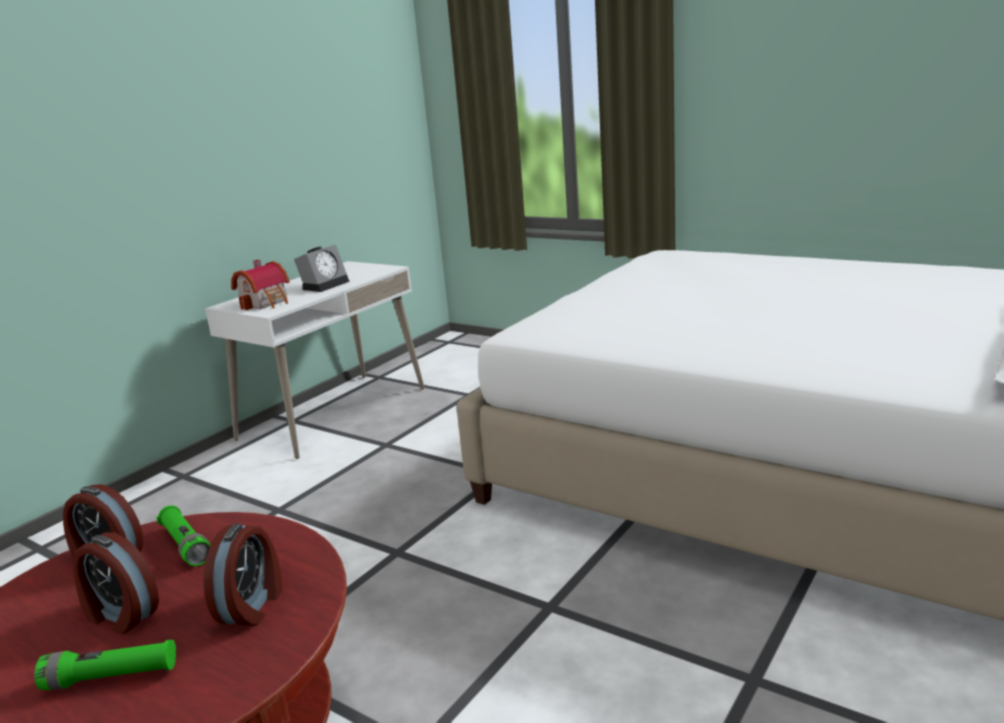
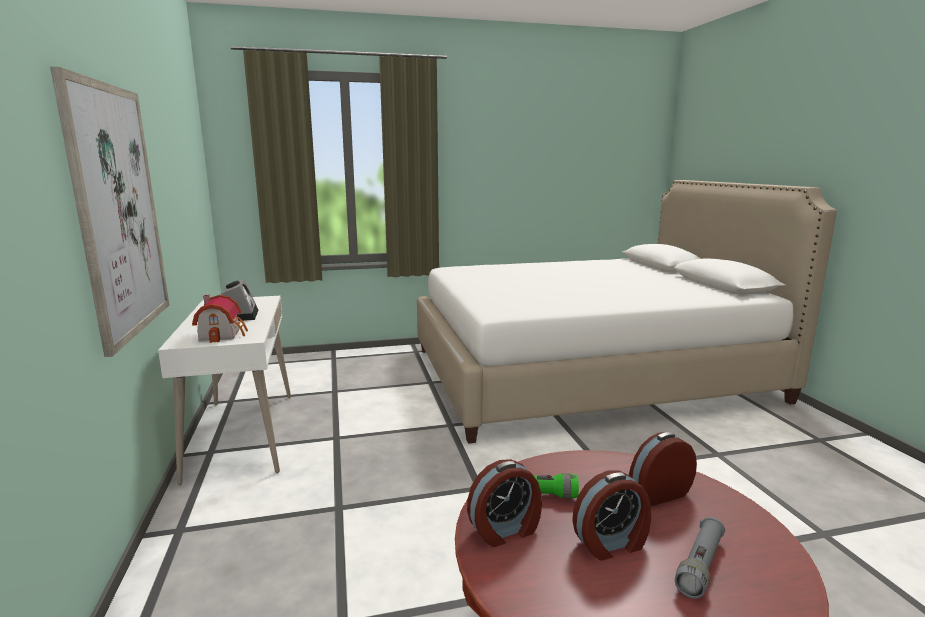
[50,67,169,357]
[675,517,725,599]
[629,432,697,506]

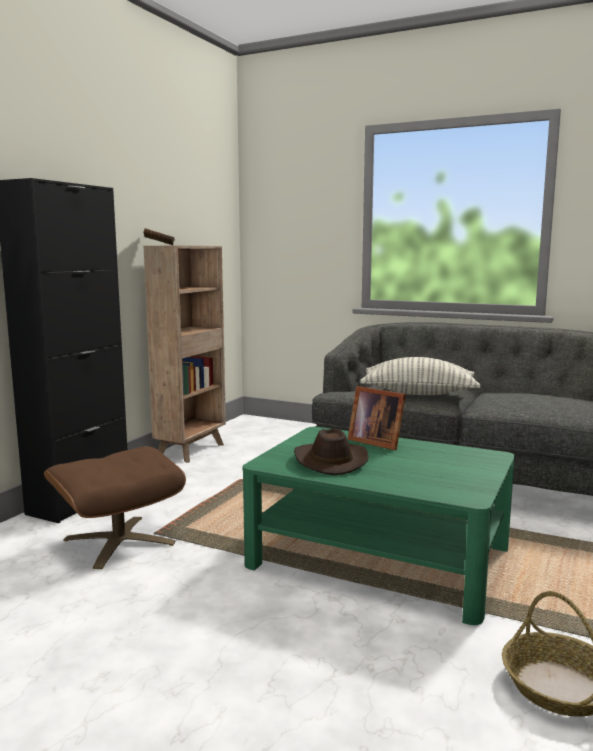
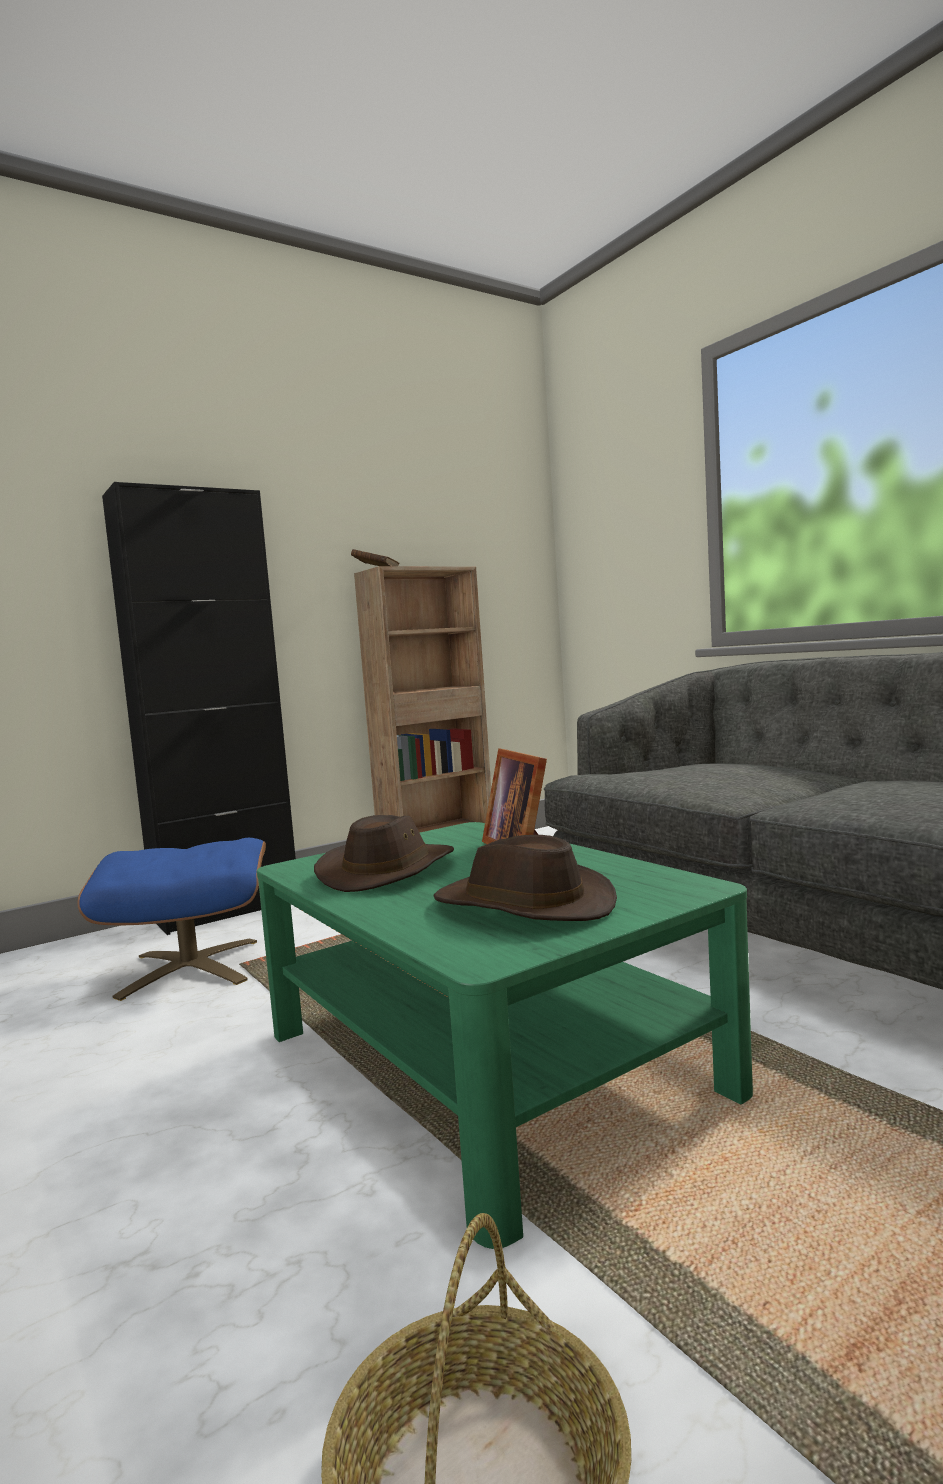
[360,357,481,395] (first image)
[433,835,617,921]
[77,838,266,1001]

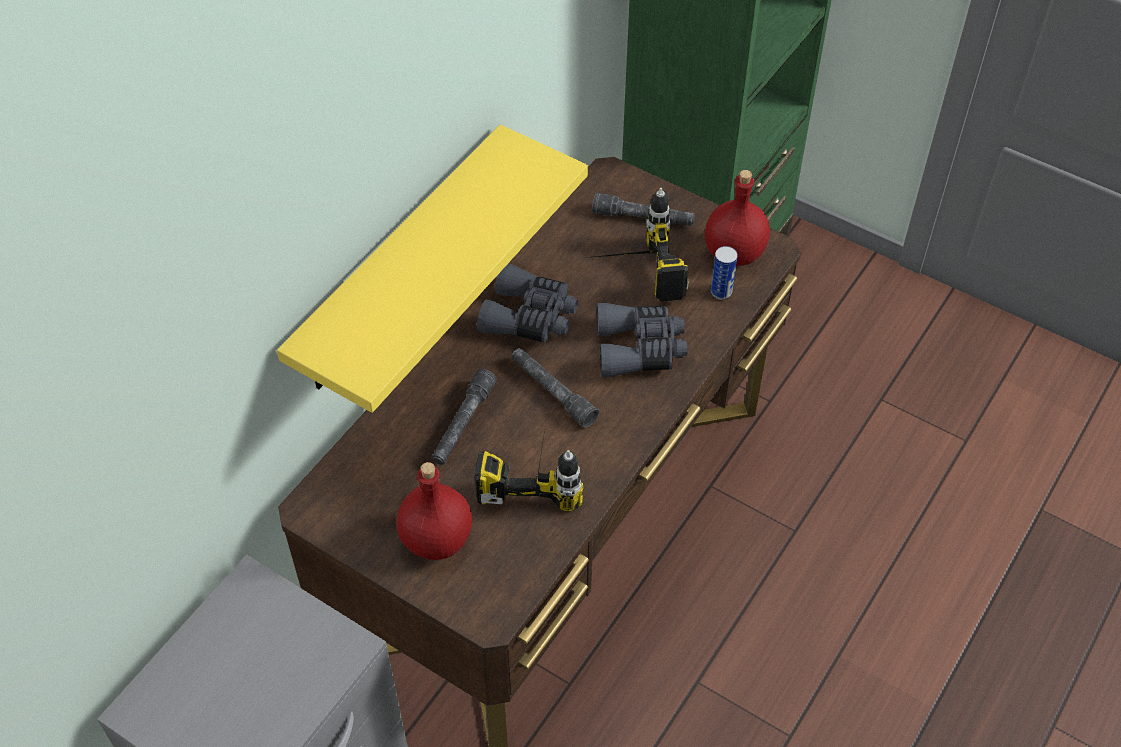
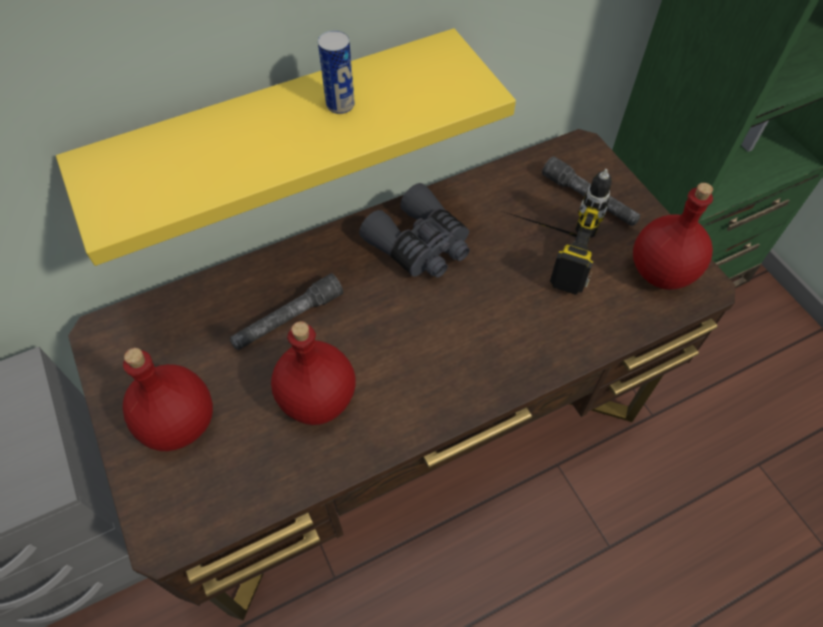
[511,348,599,428] (first image)
[597,303,687,378] (first image)
[318,30,355,114]
[271,321,356,425]

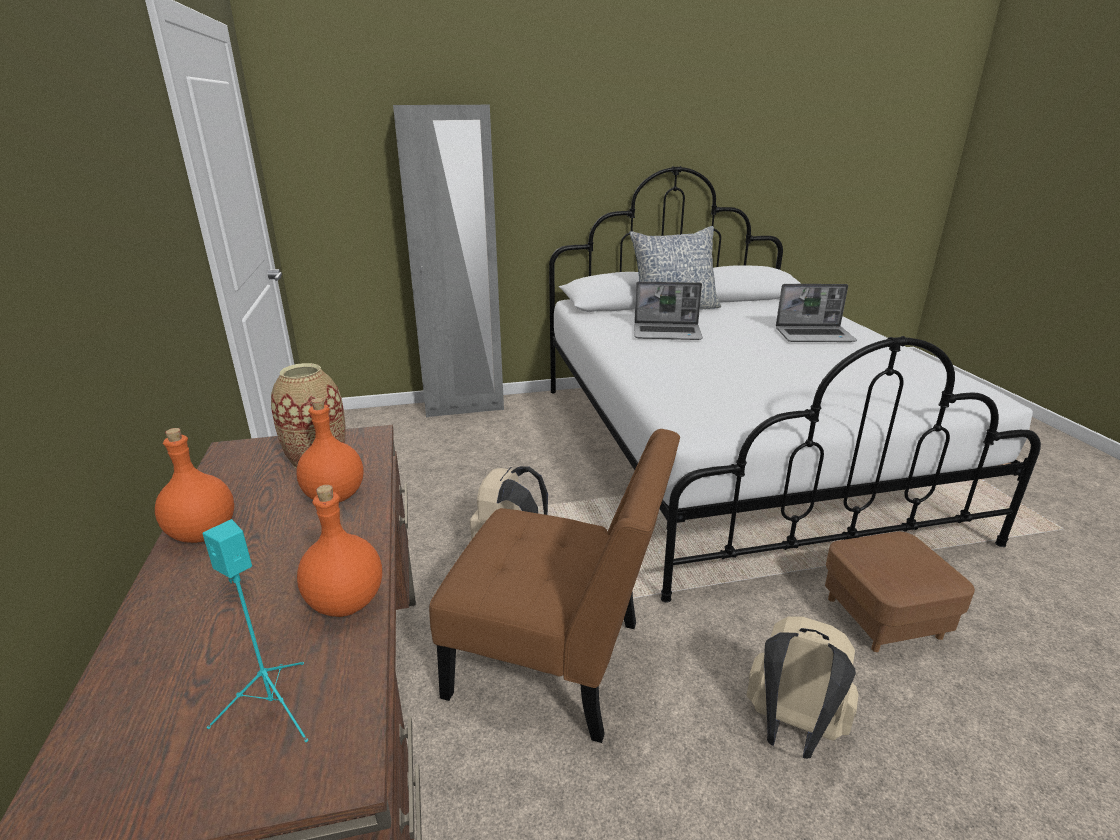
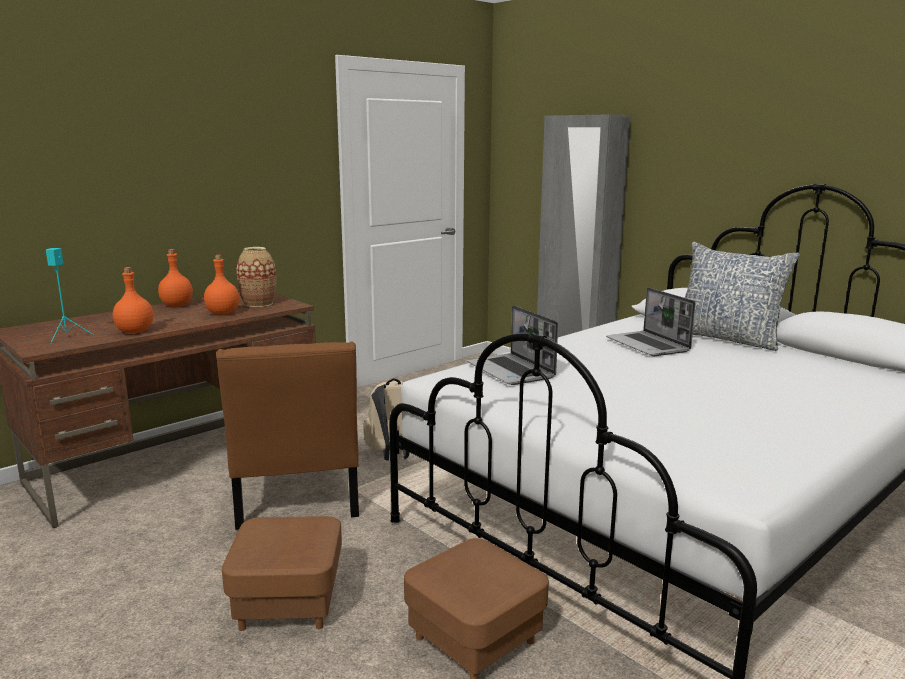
[467,305,558,385]
[222,516,342,631]

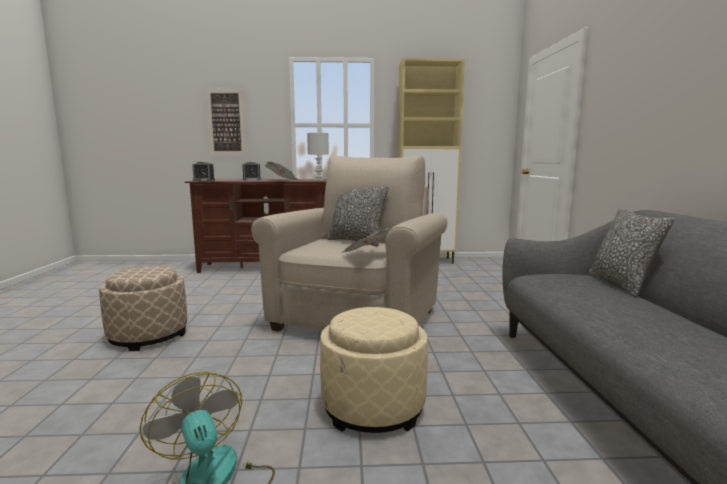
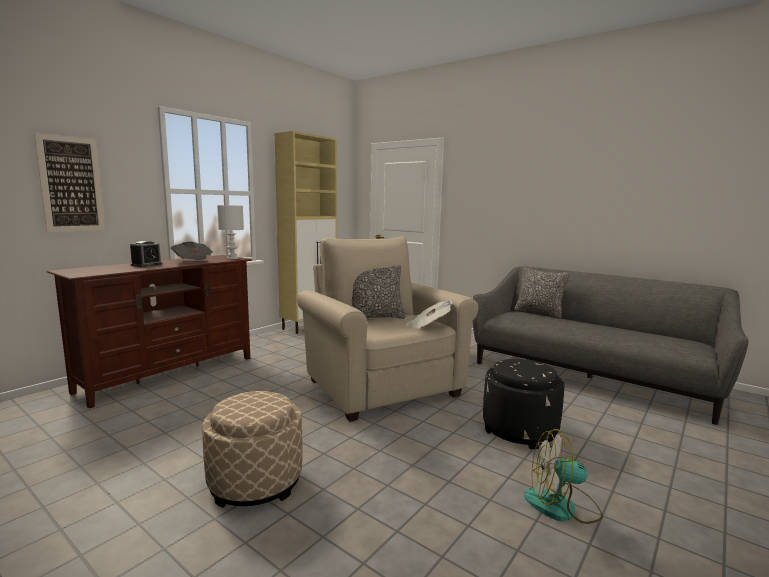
[192,162,215,181] (first image)
[483,359,565,449]

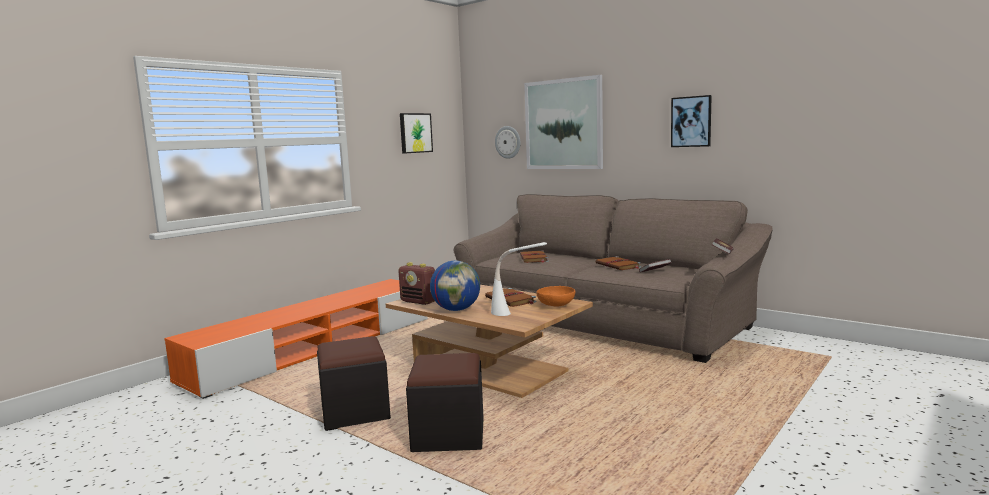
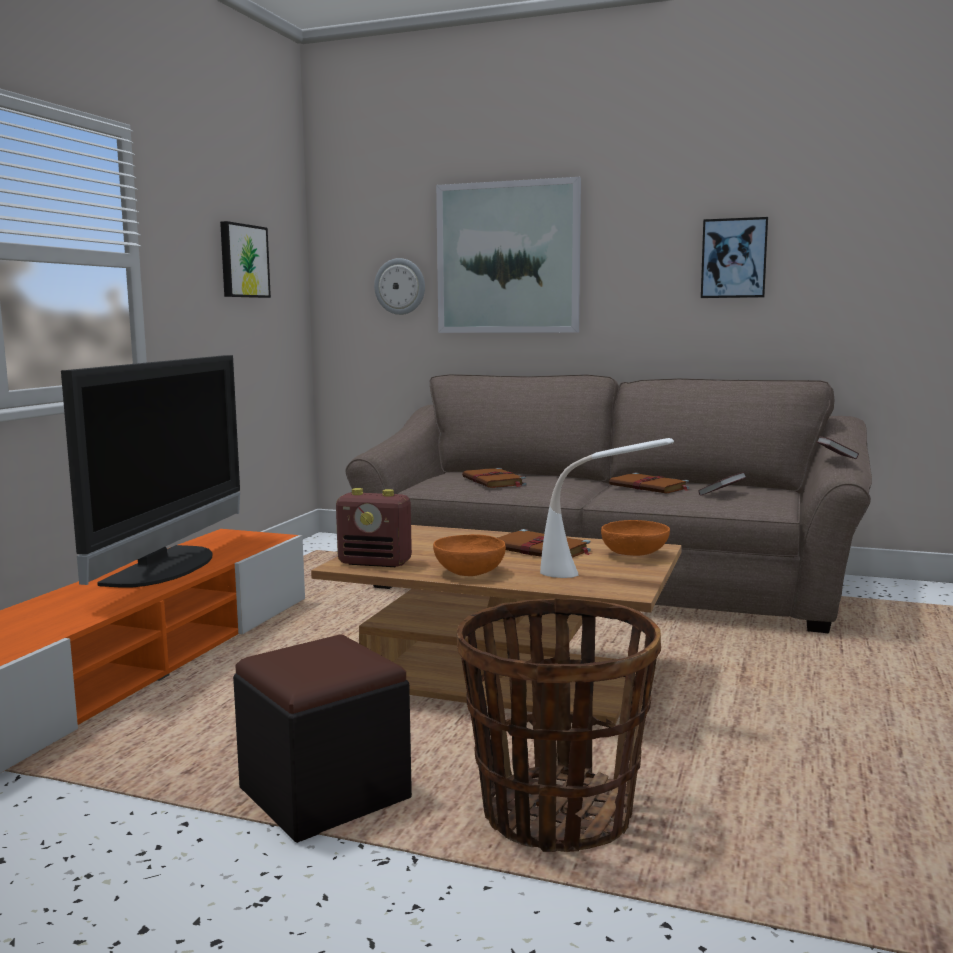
[61,355,240,588]
[457,598,661,852]
[433,534,506,576]

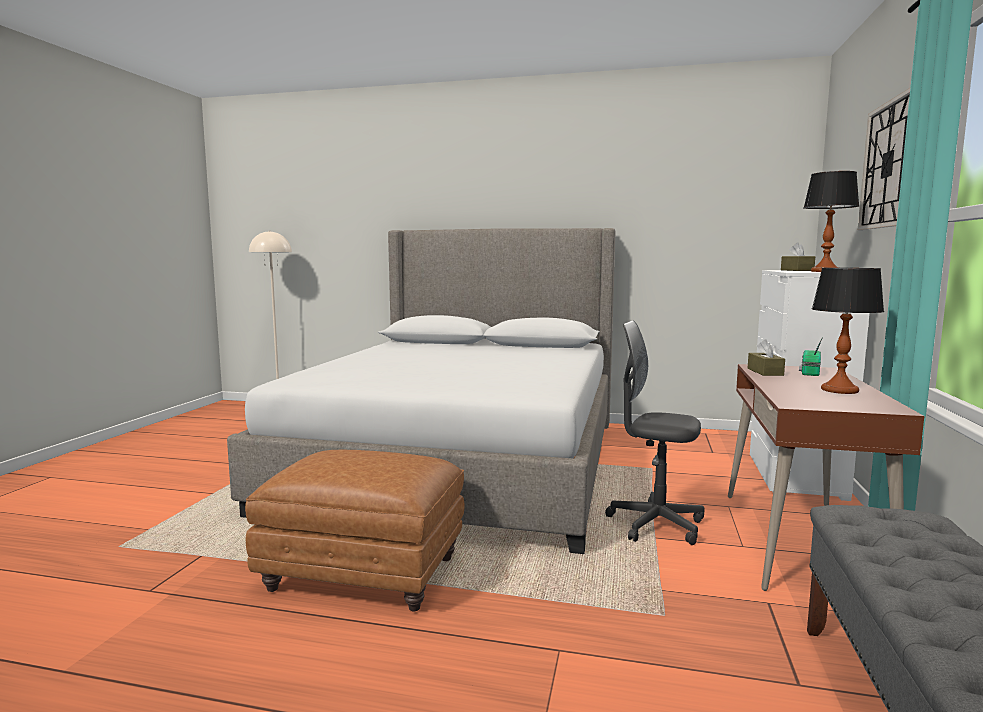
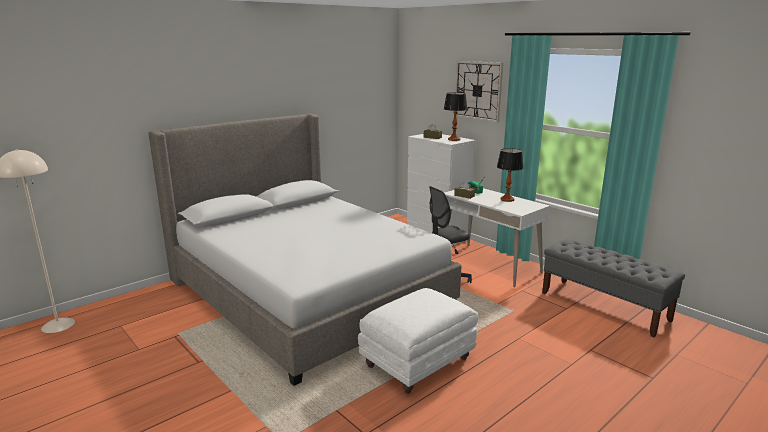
[358,288,479,394]
[444,188,550,287]

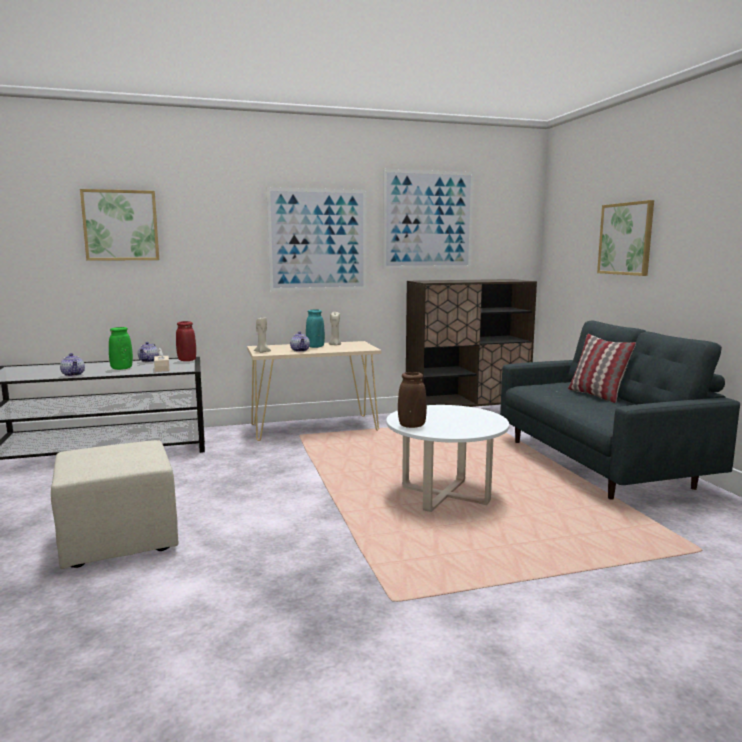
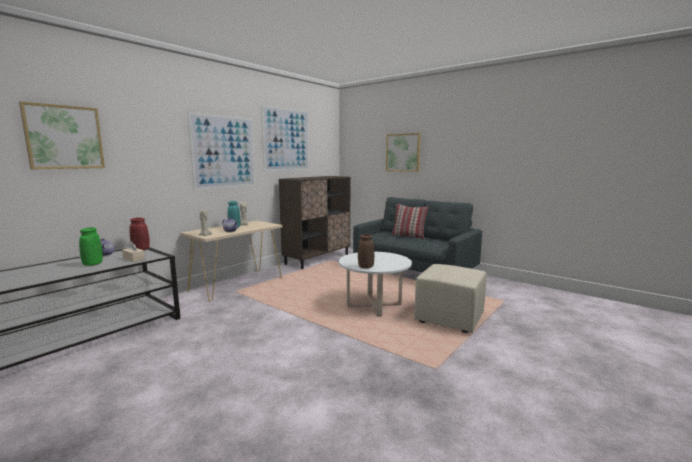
[60,353,85,377] (first image)
[414,264,486,333]

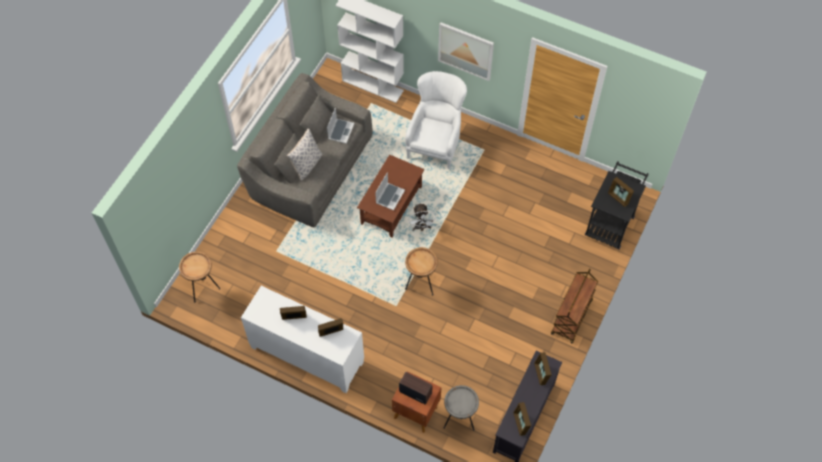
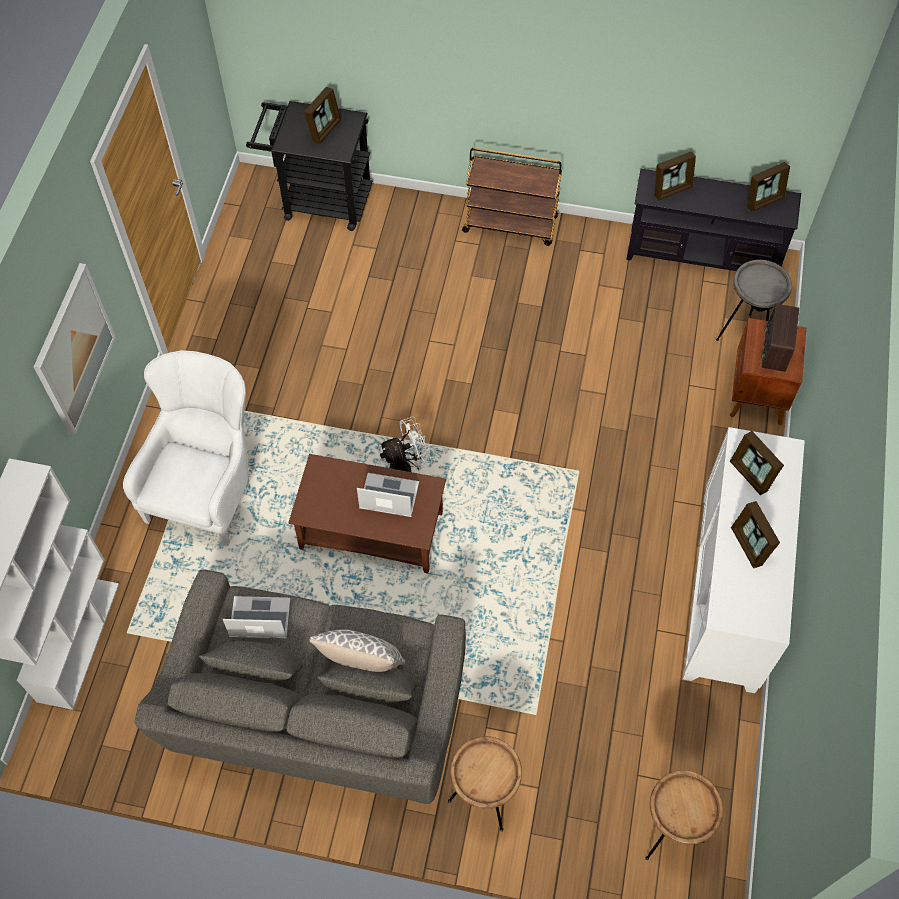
[448,736,522,831]
[123,350,249,546]

